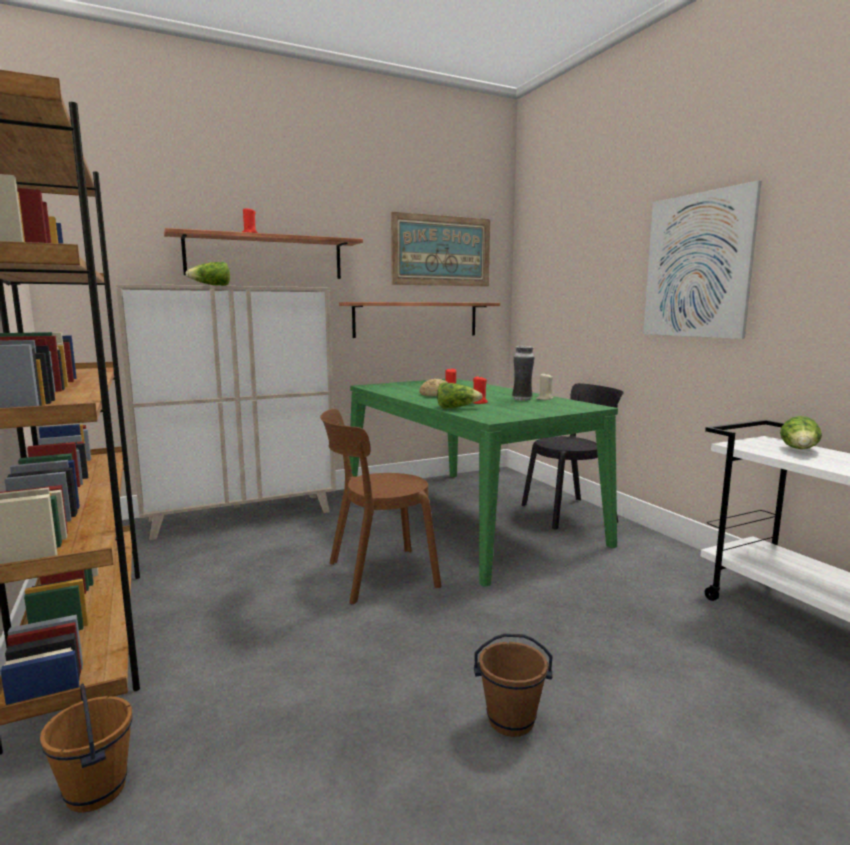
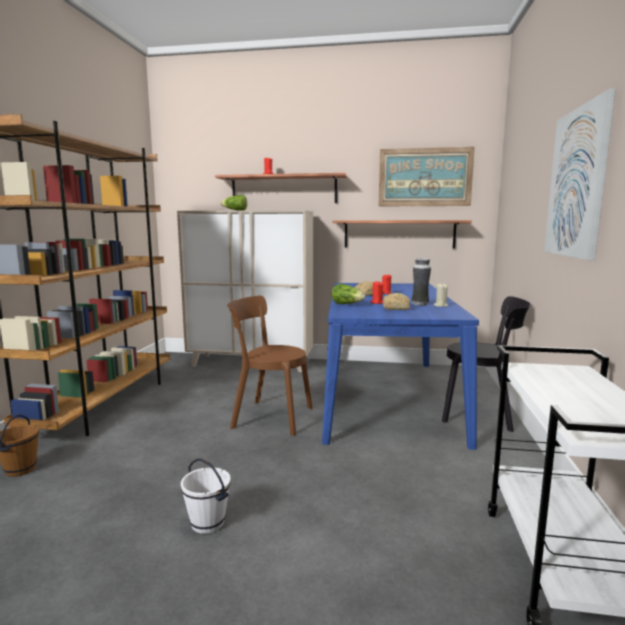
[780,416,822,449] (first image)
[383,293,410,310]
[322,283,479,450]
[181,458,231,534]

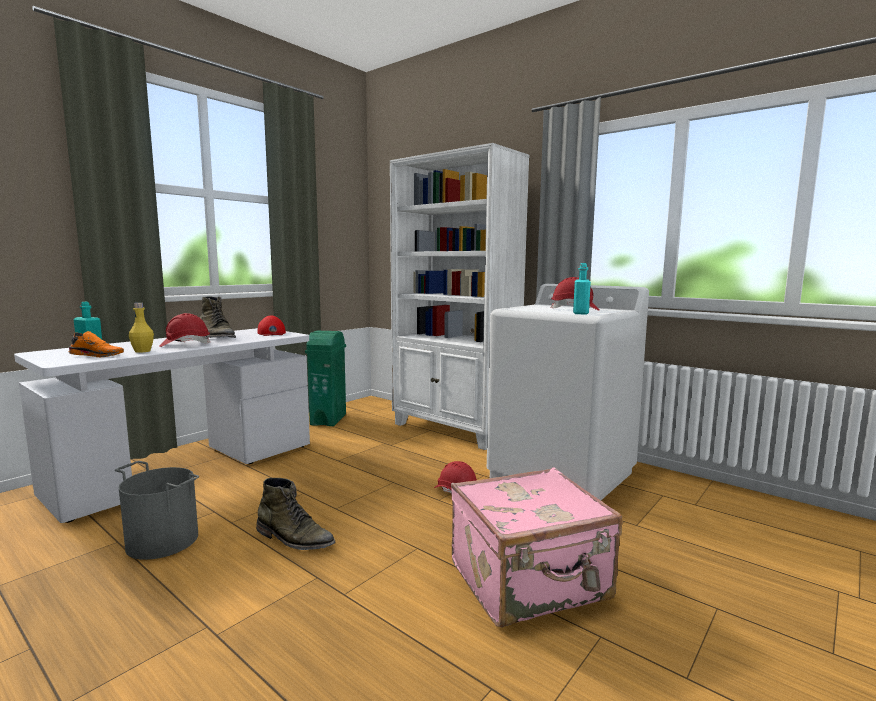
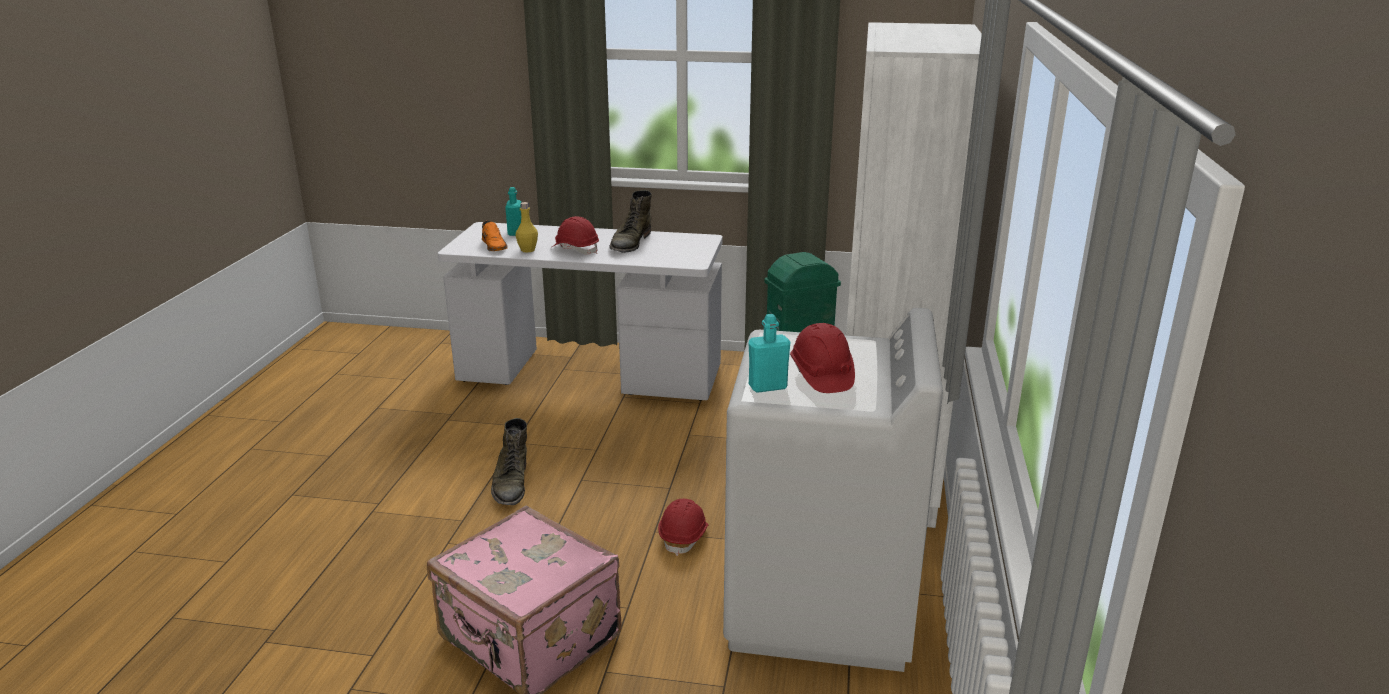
[115,461,199,560] (first image)
[258,315,286,336] (first image)

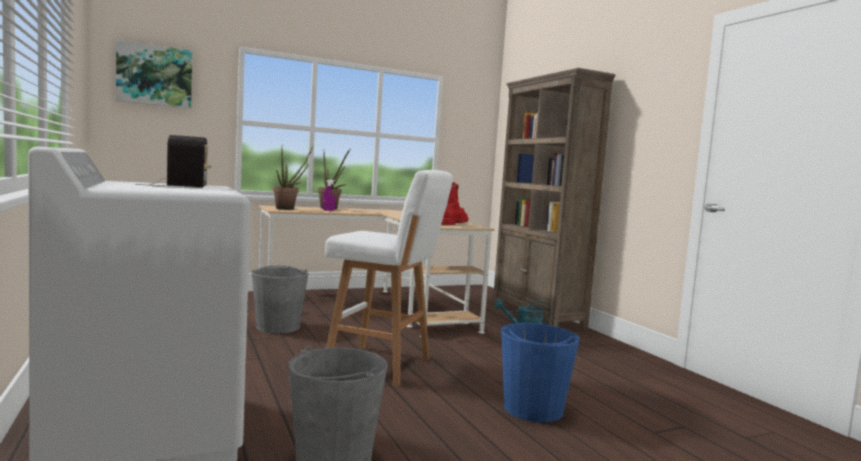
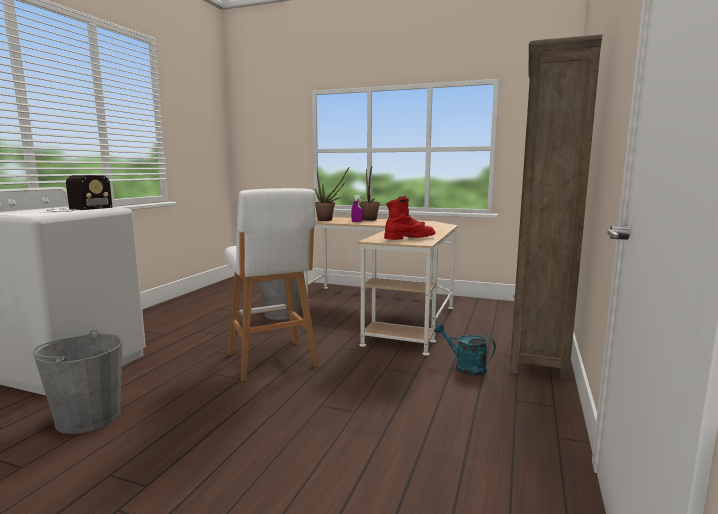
[116,40,192,109] (first image)
[501,323,580,423] (first image)

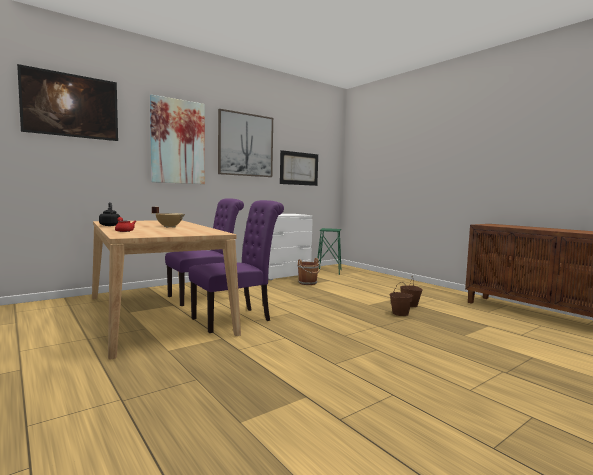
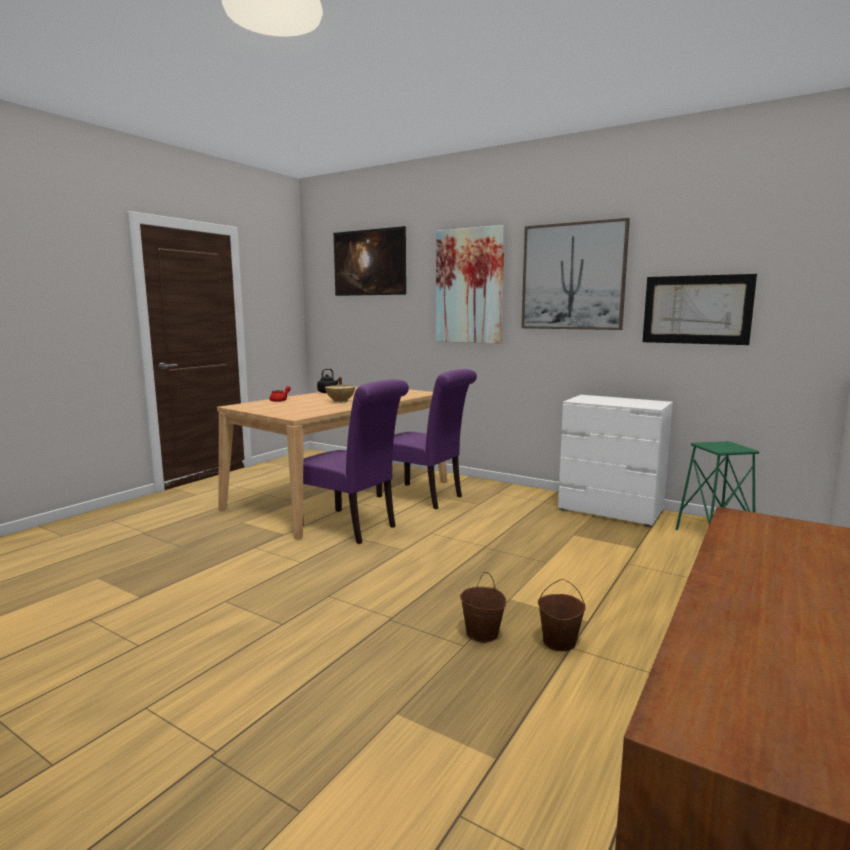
[297,258,321,285] (first image)

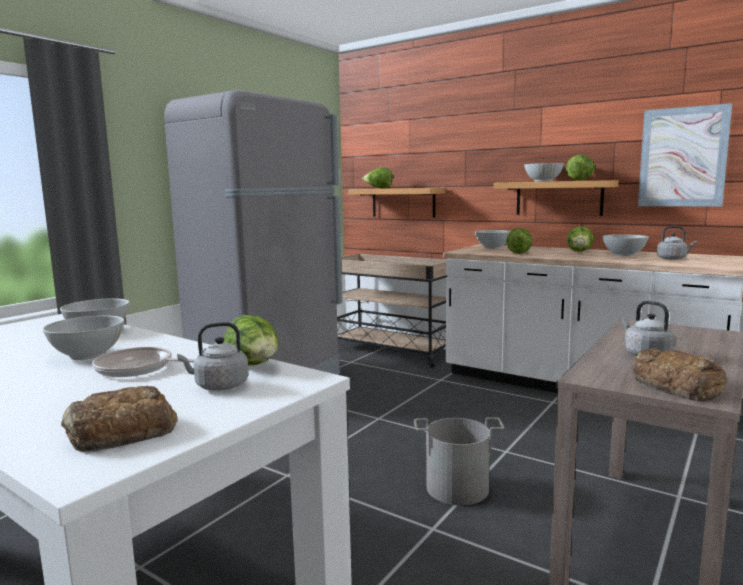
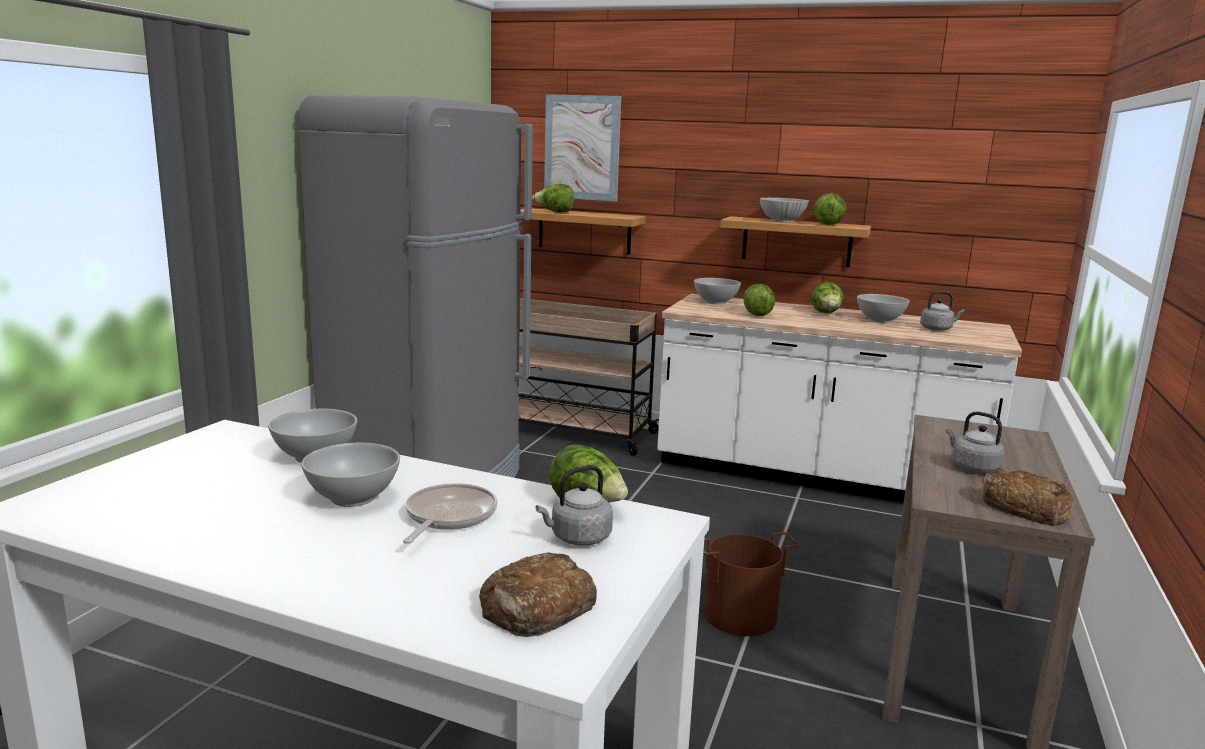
[544,94,621,201]
[703,532,799,636]
[403,483,498,544]

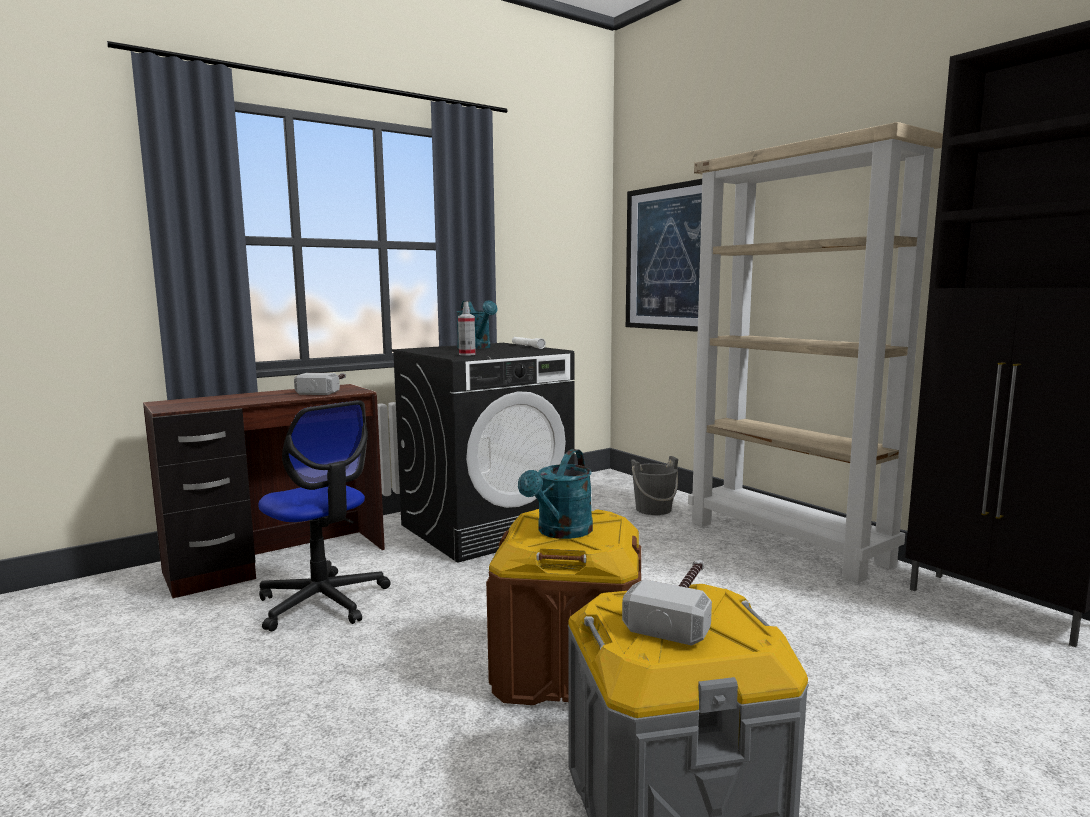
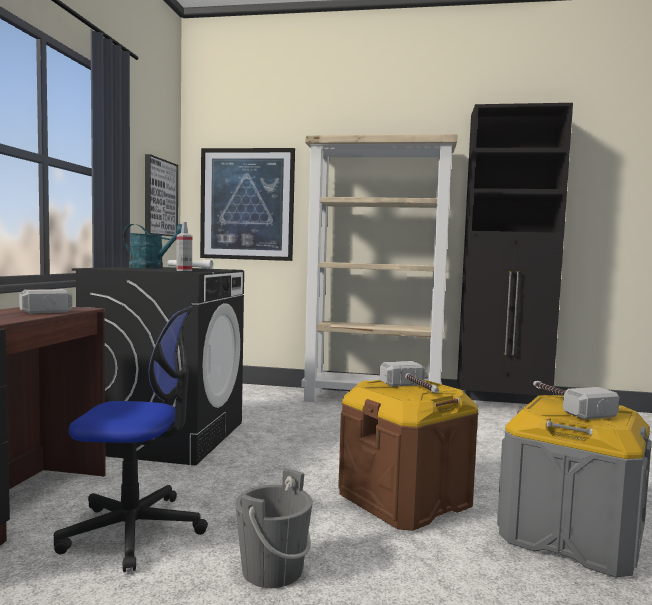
[145,154,178,236]
[235,469,313,588]
[379,361,439,393]

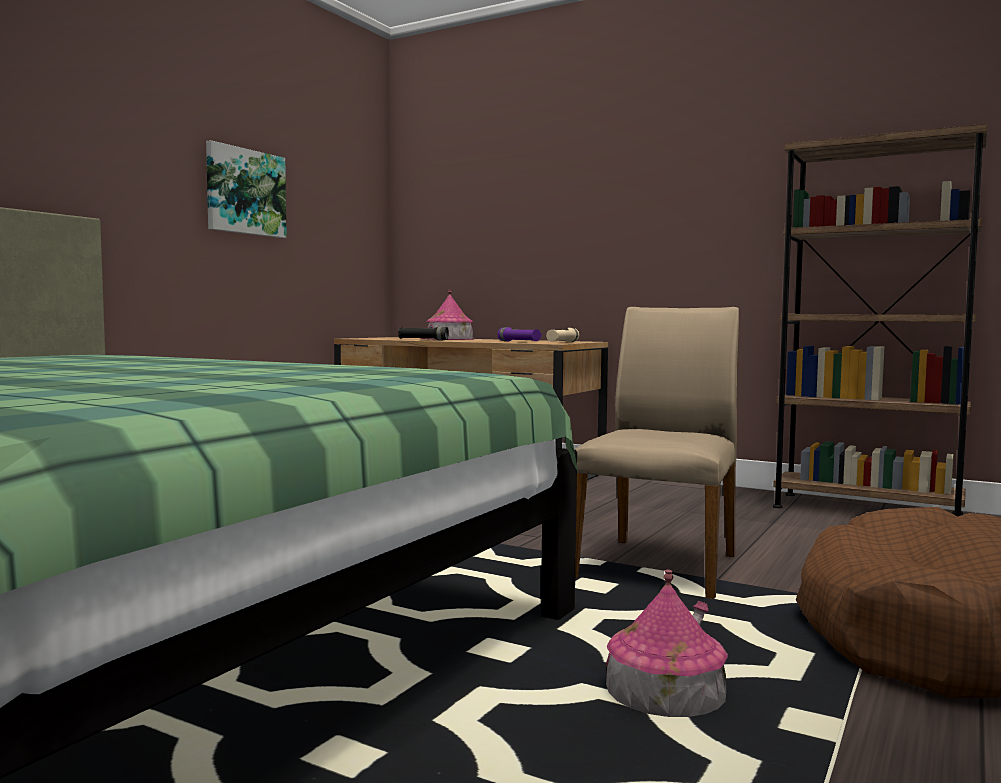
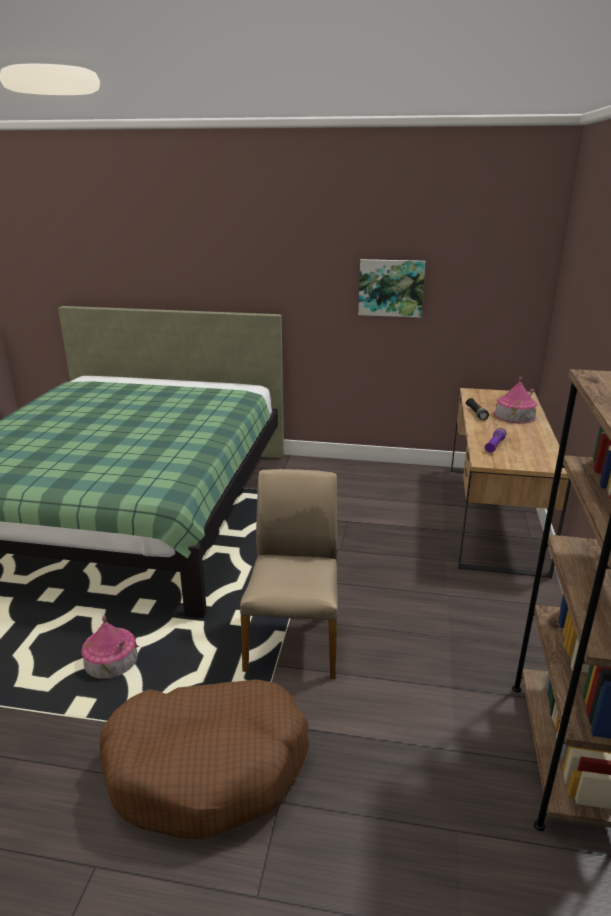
[546,328,579,342] (first image)
[240,469,338,679]

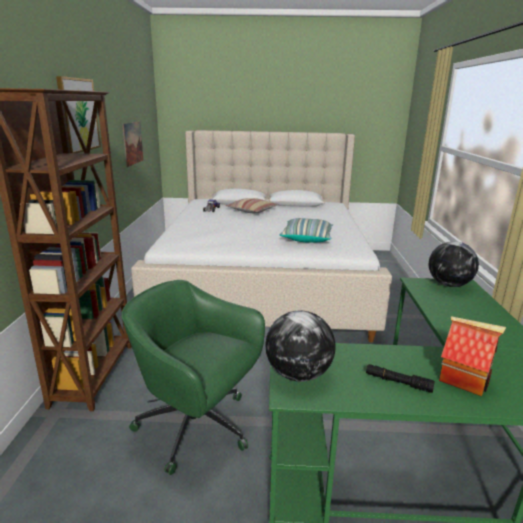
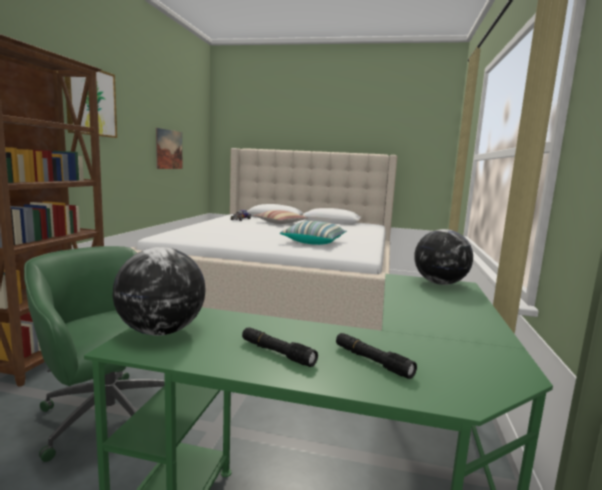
[336,333,417,379]

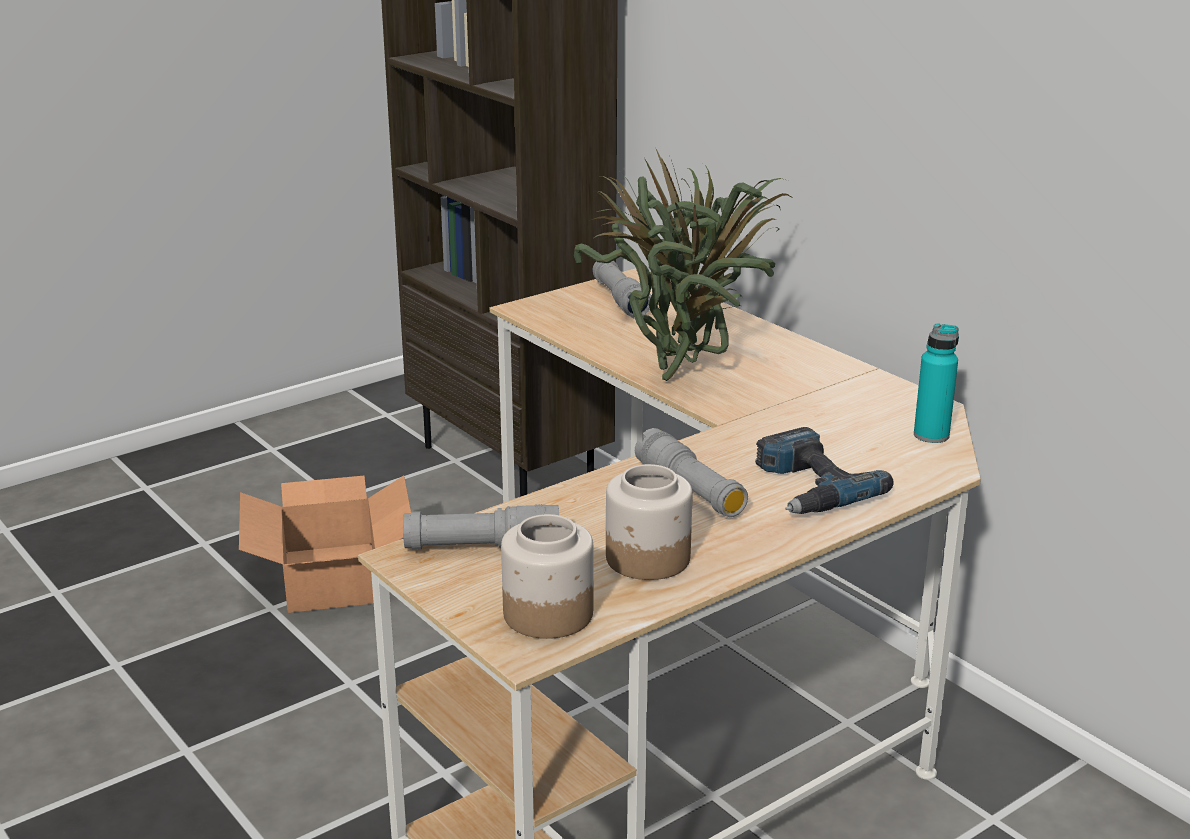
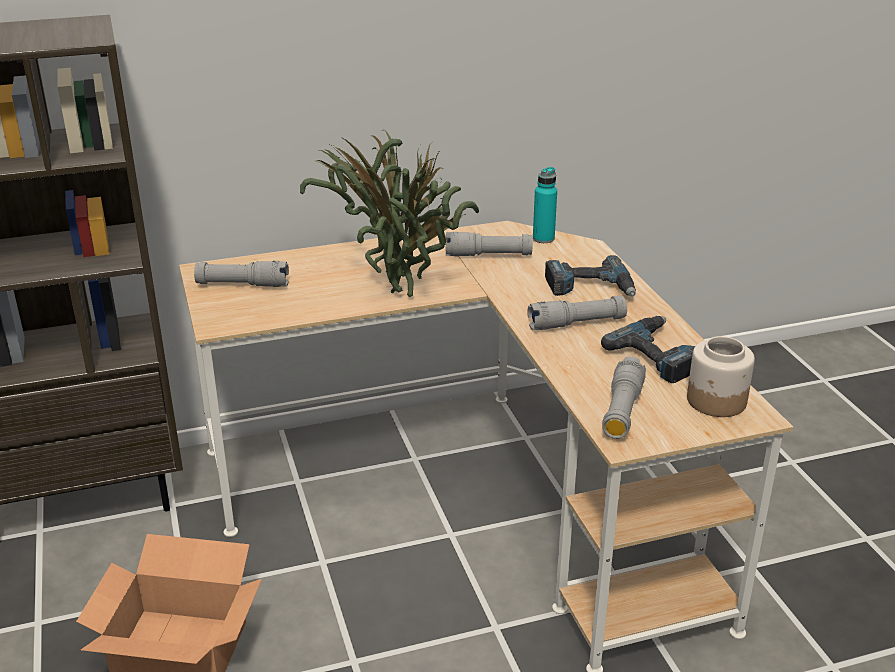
[446,232,532,257]
[601,316,695,383]

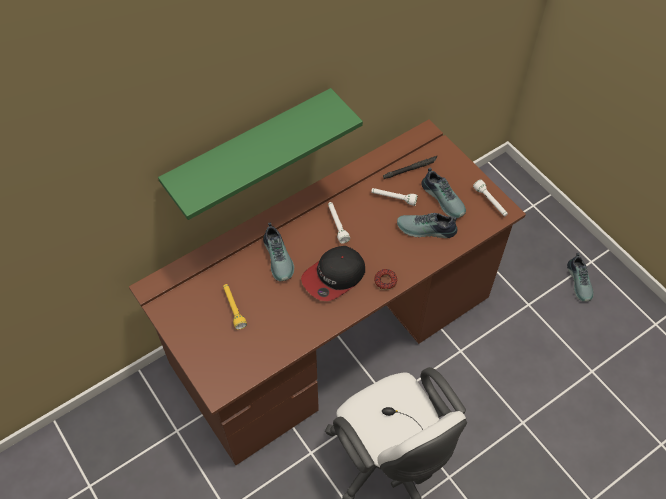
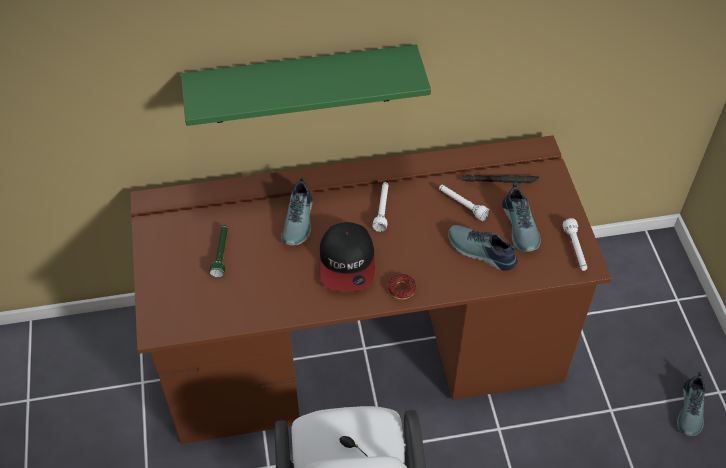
[210,225,228,278]
[319,222,375,291]

